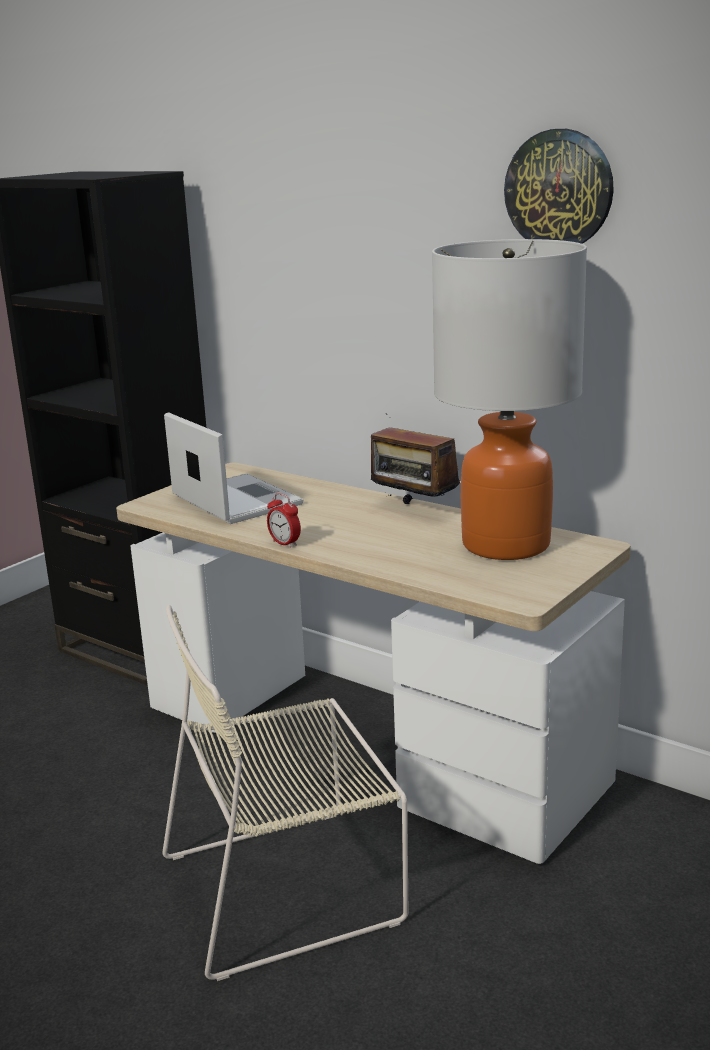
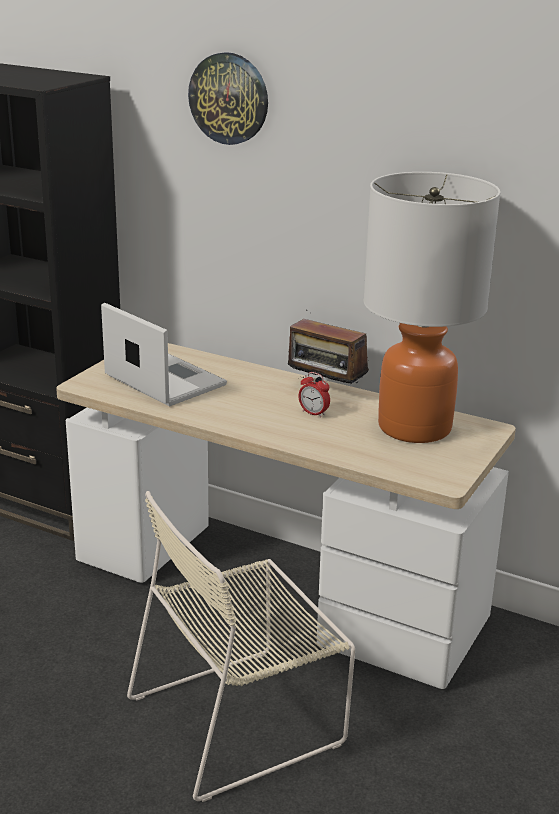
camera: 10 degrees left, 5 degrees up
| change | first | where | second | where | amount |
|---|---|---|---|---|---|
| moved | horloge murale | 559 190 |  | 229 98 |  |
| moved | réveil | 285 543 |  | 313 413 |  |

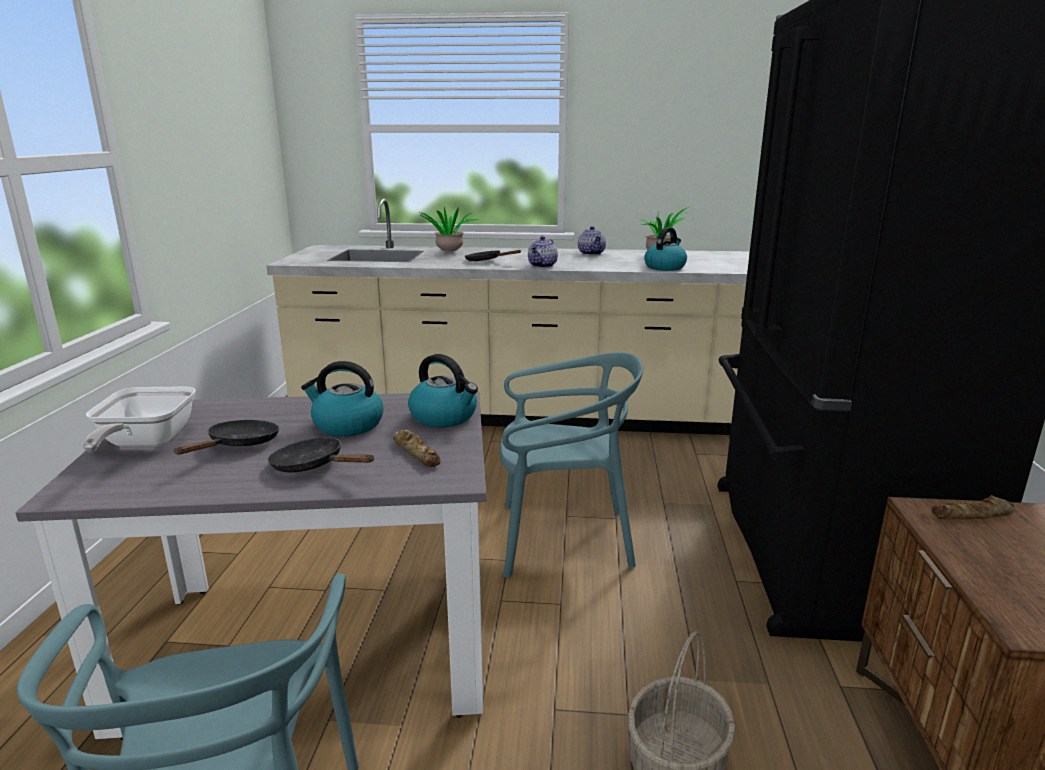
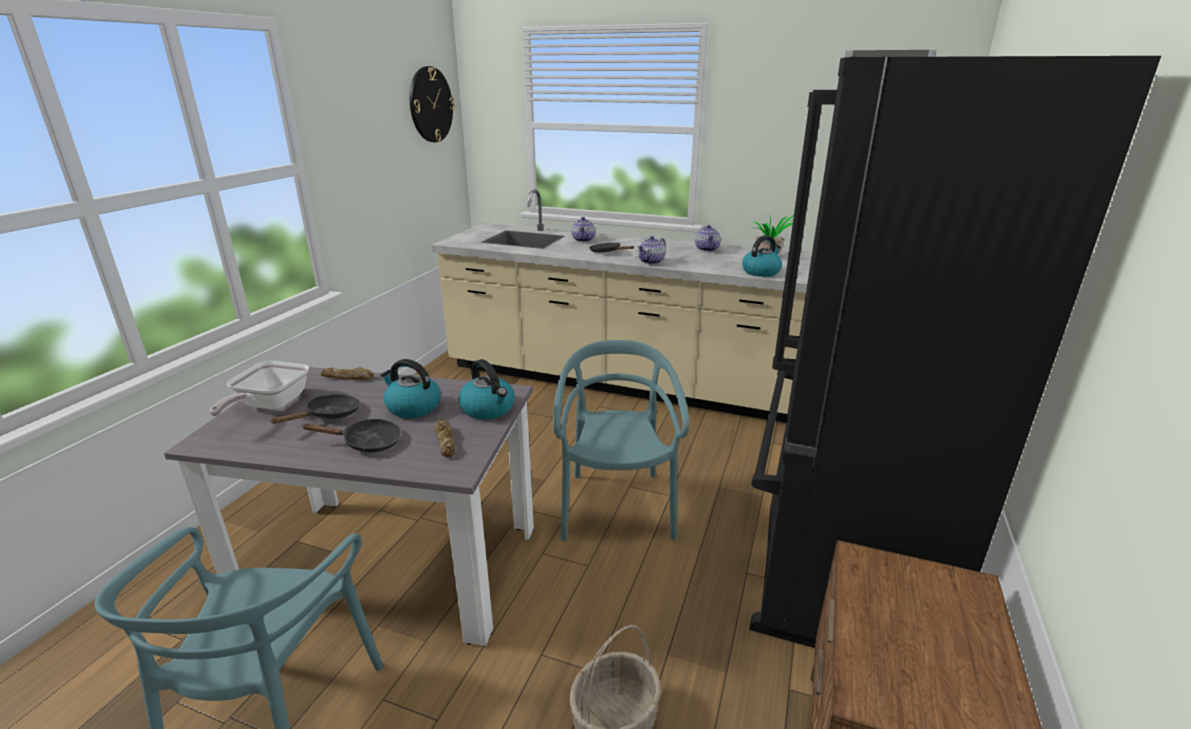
camera: 15 degrees right, 5 degrees up
| change | first | where | second | where | amount |
|---|---|---|---|---|---|
| replaced | plante en pot | 449 253 | théière | 584 240 |  |
| turned | chaise (turquoise) | 563 539 |  | 616 507 | 105 degrees counterclockwise |
| turned | poêle (noir) | 313 466 |  | 366 443 | 135 degrees clockwise |
| moved | pain | 973 515 |  | 348 377 |  |
| added |  |  | horloge murale | 430 105 |  |

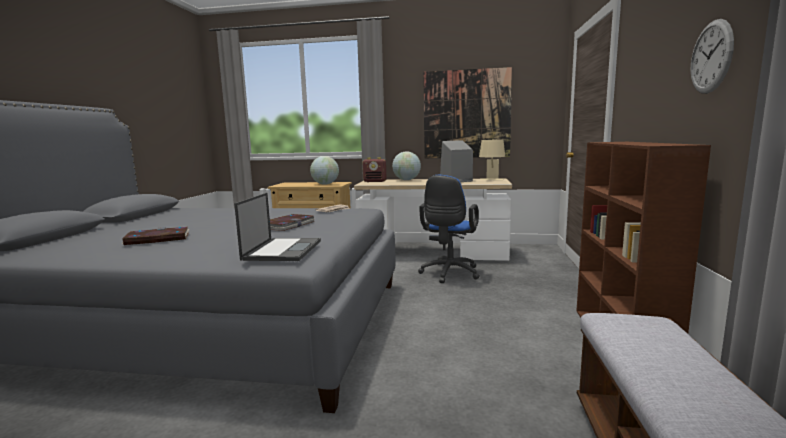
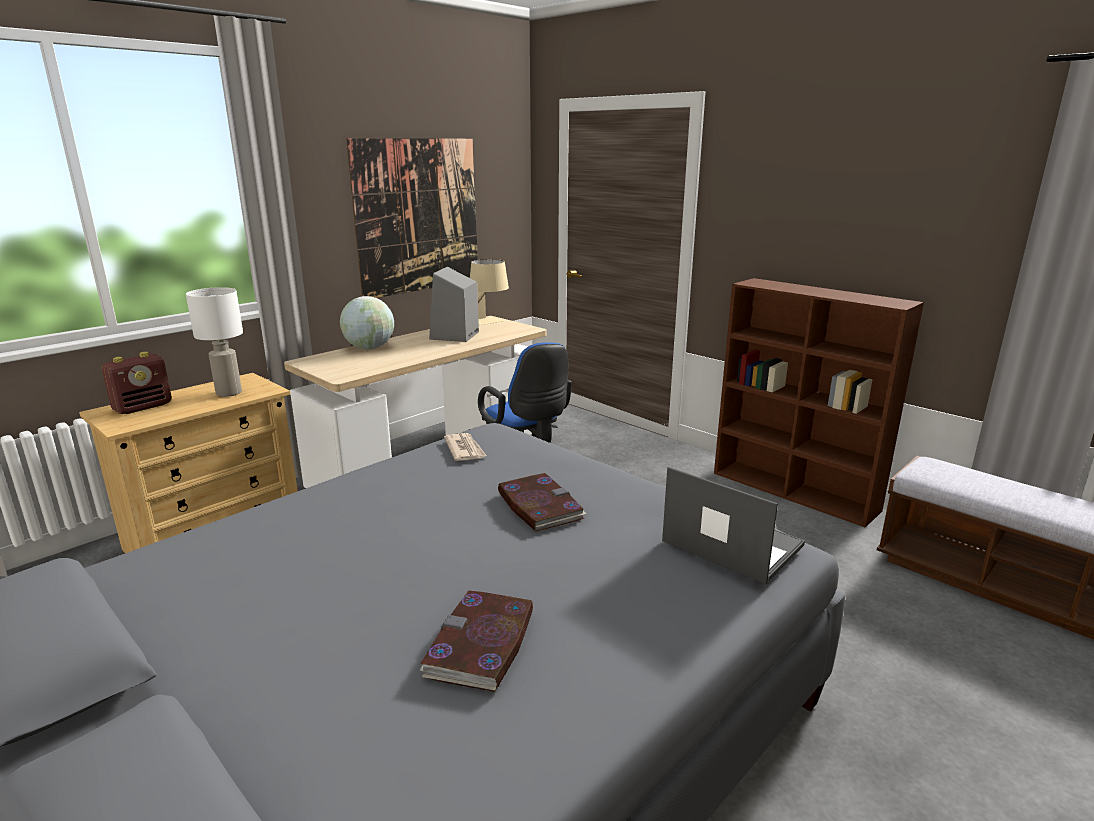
camera: 55 degrees left, 10 degrees up
| change | first | where | second | where | amount |
|---|---|---|---|---|---|
| removed | horloge murale | 711 57 |  |  |  |
| replaced | globe | 325 184 | lampe de table (blanc) | 229 393 |  |
| moved | radio | 375 181 |  | 143 407 |  |

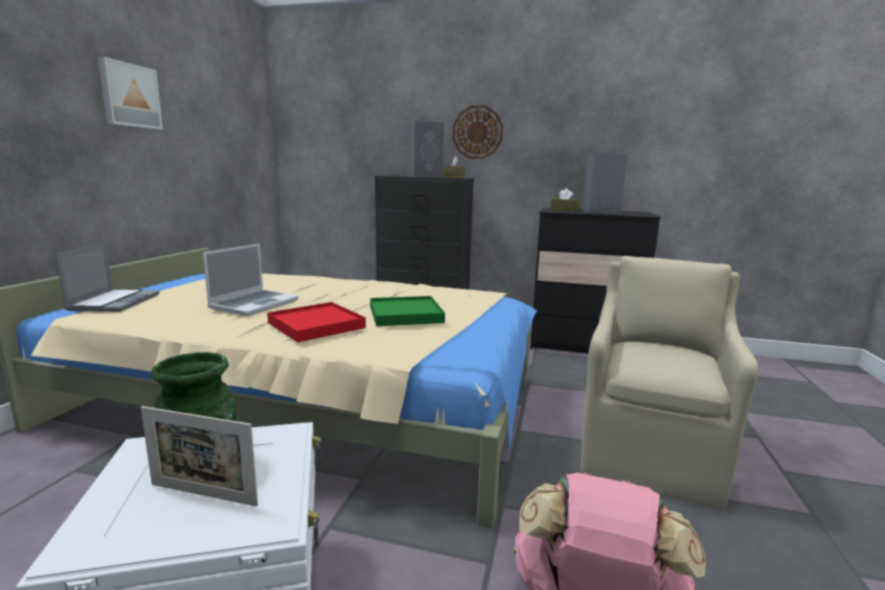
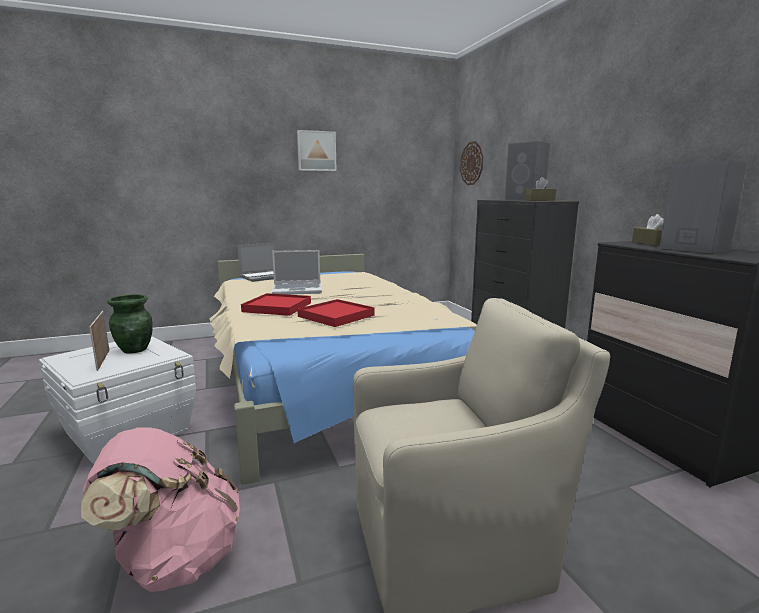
camera: 55 degrees right, 0 degrees up
| change | first | where | second | where | amount |
|---|---|---|---|---|---|
| moved | horloge murale | 477 132 |  | 472 163 |  |
| recoloured | plateau (vert) | 405 314 | plateau (rouge) | 336 316 |  |

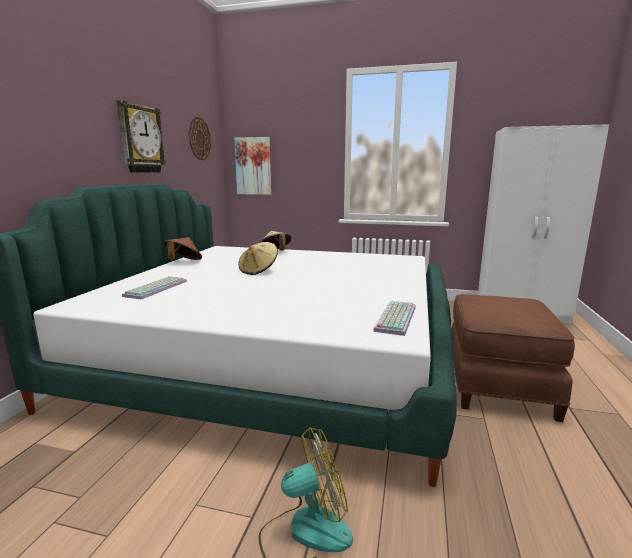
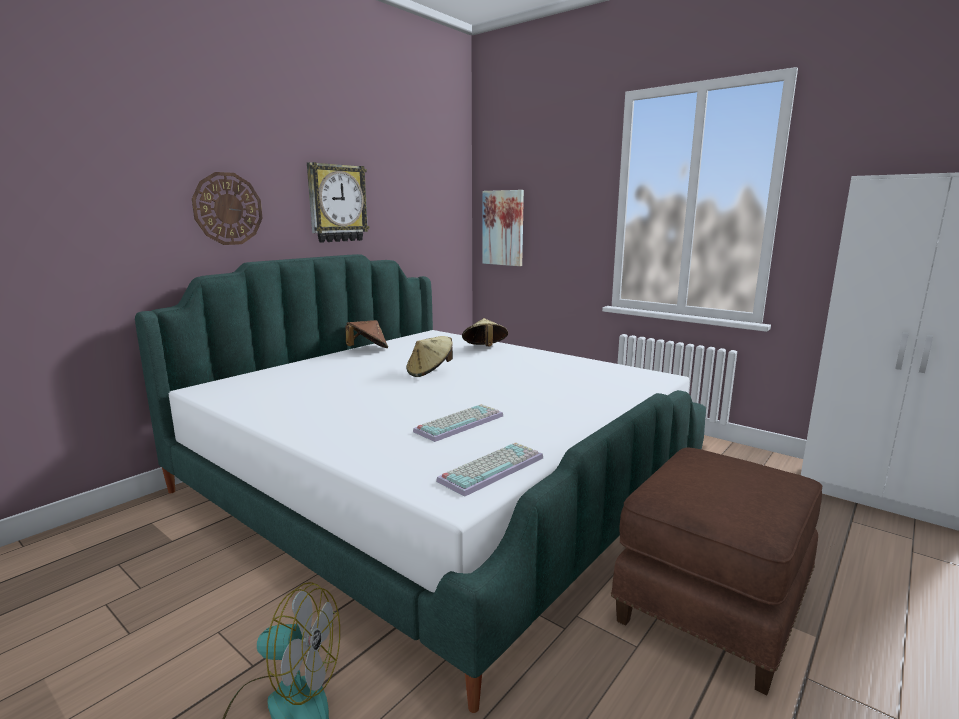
camera: 25 degrees right, 0 degrees up
| change | first | where | second | where | amount |
|---|---|---|---|---|---|
| moved | horloge murale | 199 139 |  | 228 209 |  |
| moved | clavier | 156 288 |  | 459 423 |  |

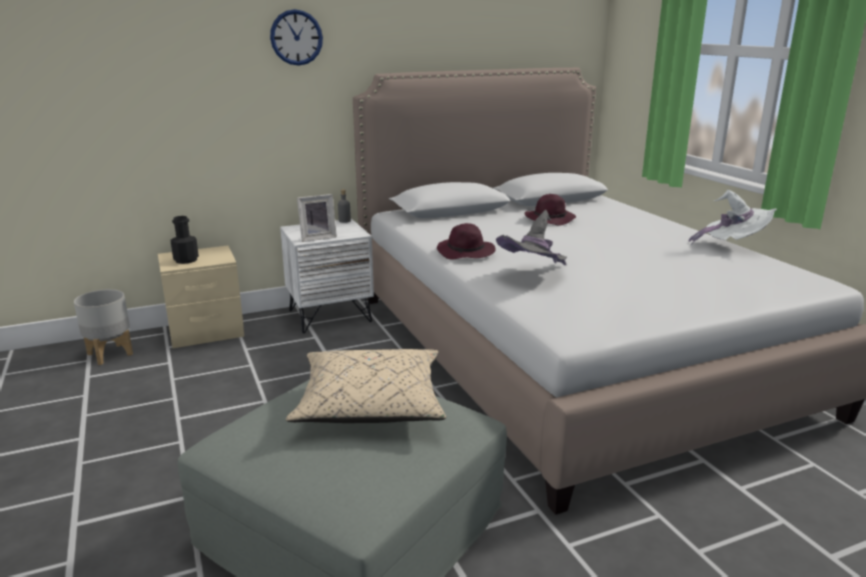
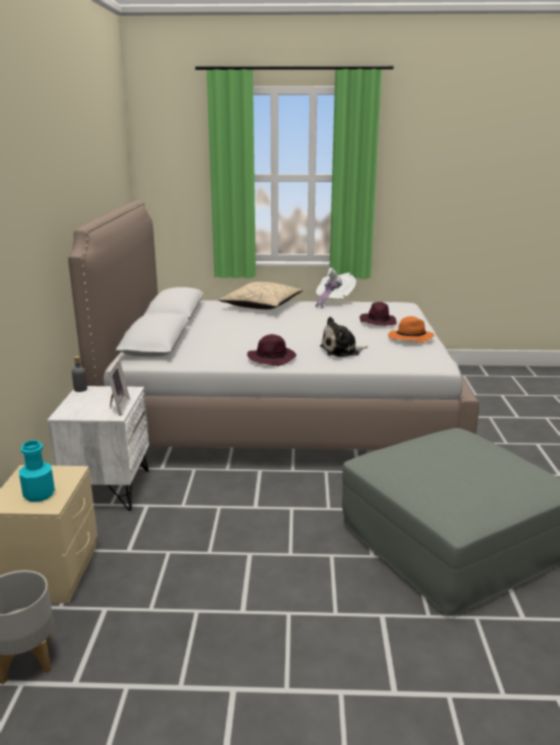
camera: 65 degrees left, 0 degrees up
| change | first | where | second | where | amount |
|---|---|---|---|---|---|
| removed | horloge murale | 296 37 |  |  |  |
| moved | chapeau (violet) | 550 219 |  | 378 322 |  |
| replaced | chapeau (gris) | 534 275 | peluche | 342 351 |  |
| recoloured | bouteille (noir) | 186 260 | bouteille (turquoise) | 39 494 |  |
| moved | coussin (beige) | 370 404 |  | 261 306 |  |
| added |  |  | chapeau (orange) | 409 338 |  |

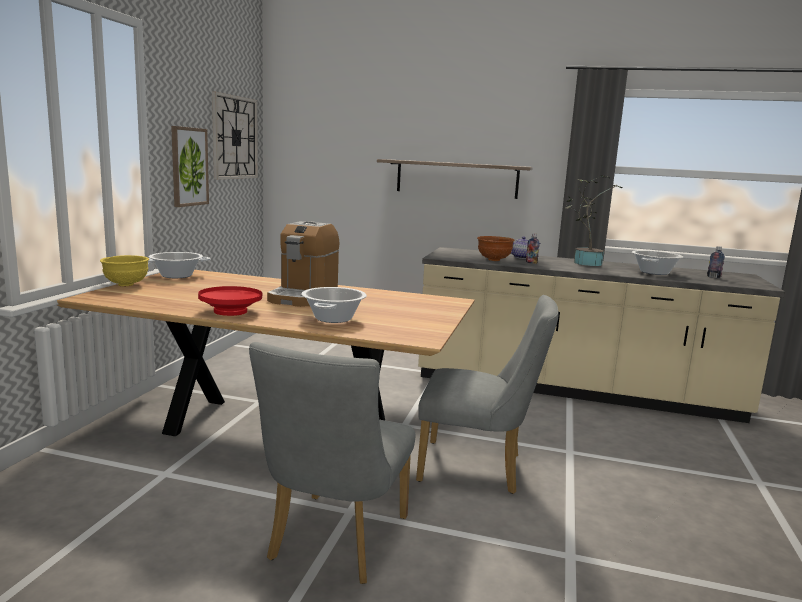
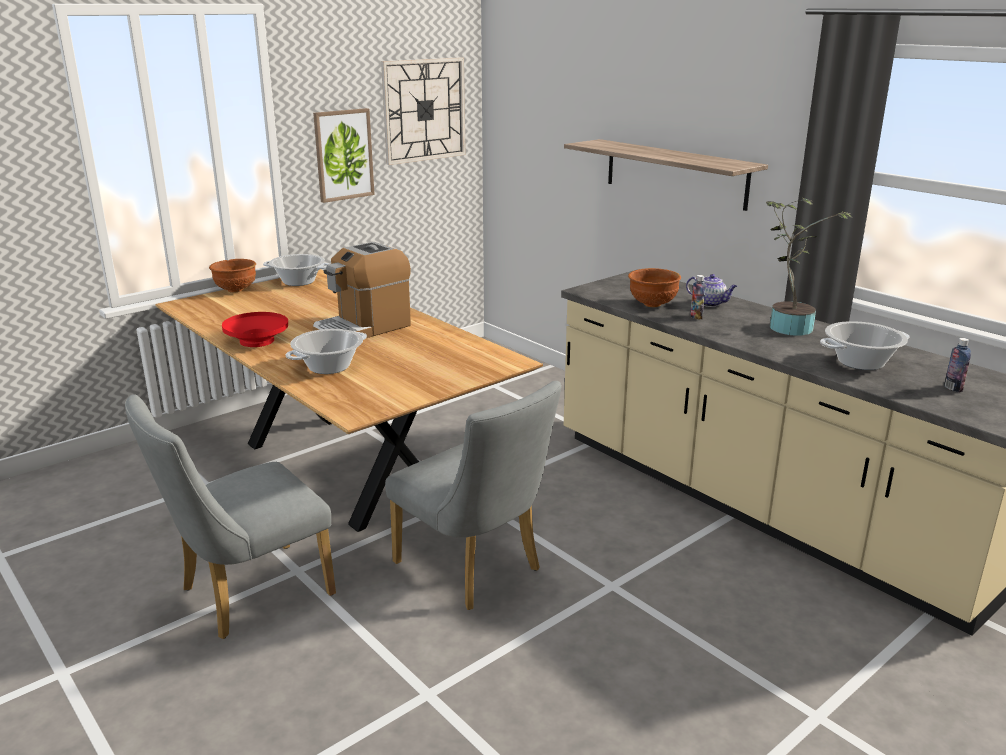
camera: 35 degrees right, 10 degrees up
| change | first | where | second | where | amount |
|---|---|---|---|---|---|
| recoloured | bol (jaune) | 125 284 | bol (marron) | 235 290 |  |

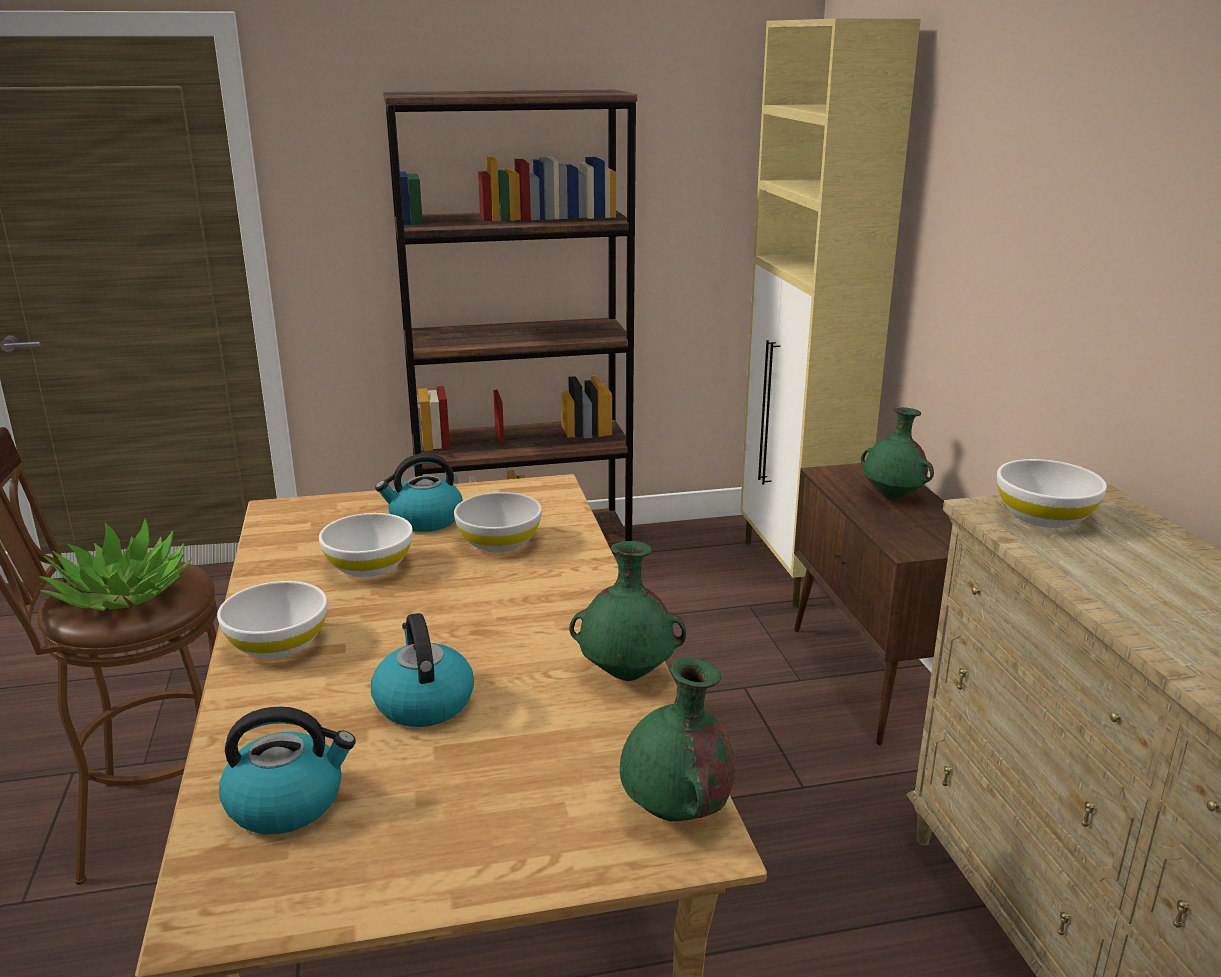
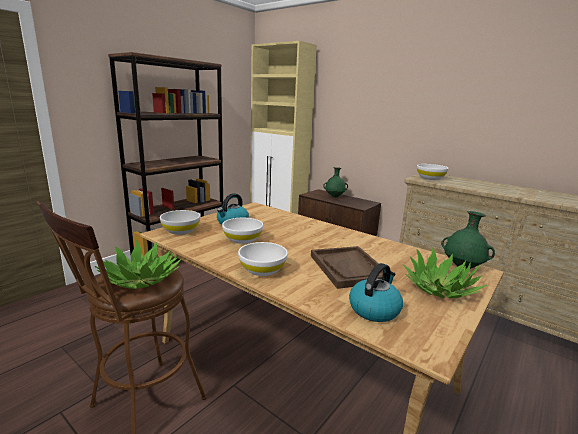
camera: 40 degrees left, 5 degrees down
| change | first | where | second | where | amount |
|---|---|---|---|---|---|
| moved | bol (blanc) | 499 542 |  | 181 231 |  |
| removed | vase (vert) | 628 674 |  |  |  |
| replaced | bouilloire | 423 702 | plateau (marron) | 348 268 |  |
| added |  |  | plante en pot | 439 288 |  |

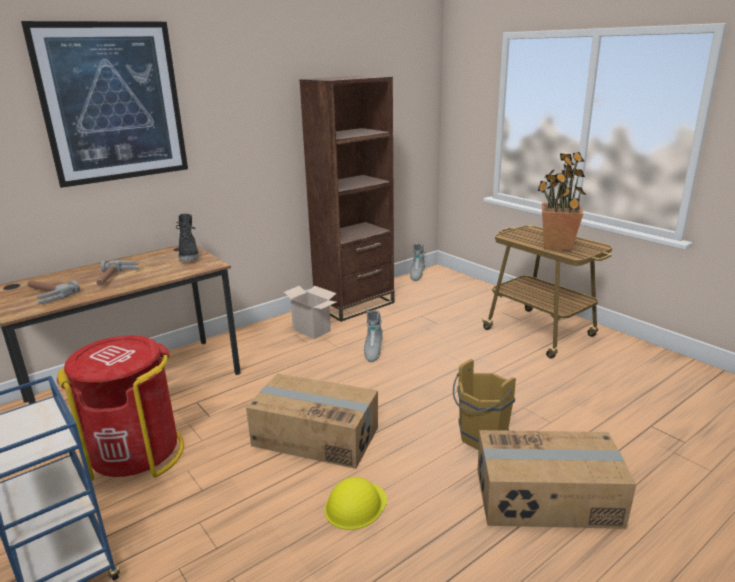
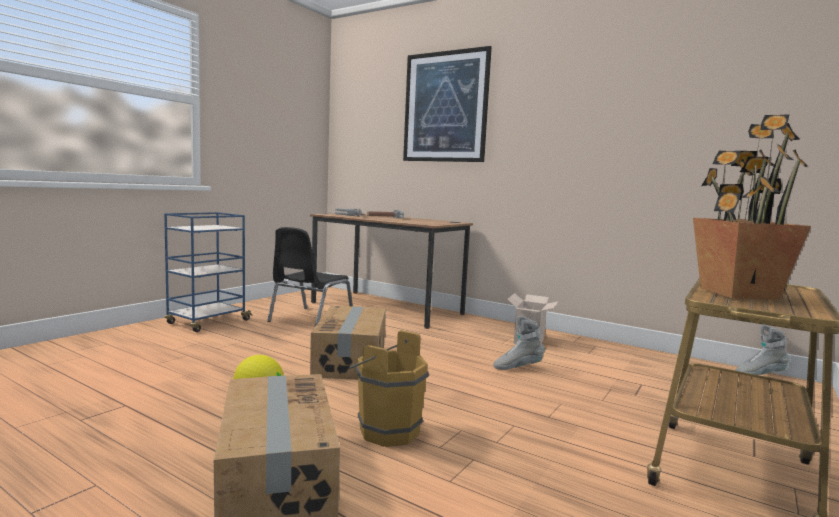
camera: 70 degrees right, 15 degrees down
| change | first | where | second | where | amount |
|---|---|---|---|---|---|
| removed | bibliothèque (marron) | 354 304 |  |  |  |
| removed | botte (noir) | 189 256 |  |  |  |
| replaced | poubelle (rouge) | 136 454 | chaise (noir) | 309 319 |  |

